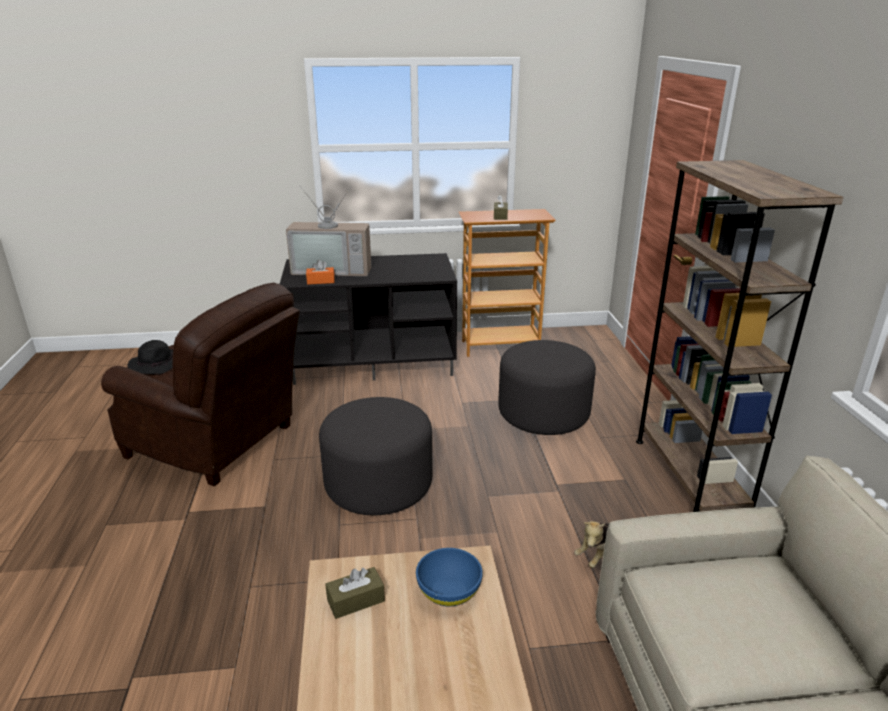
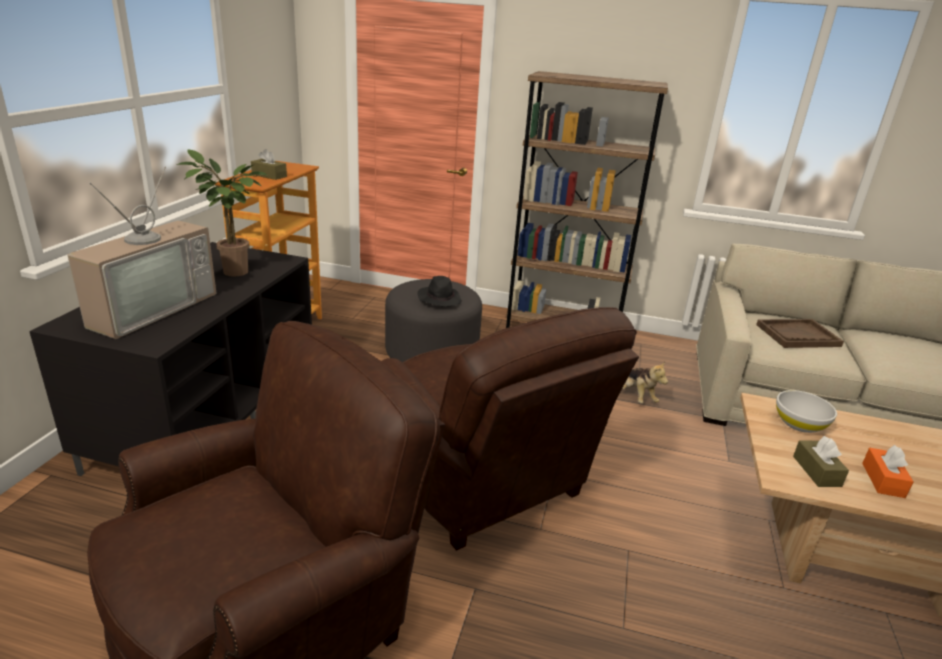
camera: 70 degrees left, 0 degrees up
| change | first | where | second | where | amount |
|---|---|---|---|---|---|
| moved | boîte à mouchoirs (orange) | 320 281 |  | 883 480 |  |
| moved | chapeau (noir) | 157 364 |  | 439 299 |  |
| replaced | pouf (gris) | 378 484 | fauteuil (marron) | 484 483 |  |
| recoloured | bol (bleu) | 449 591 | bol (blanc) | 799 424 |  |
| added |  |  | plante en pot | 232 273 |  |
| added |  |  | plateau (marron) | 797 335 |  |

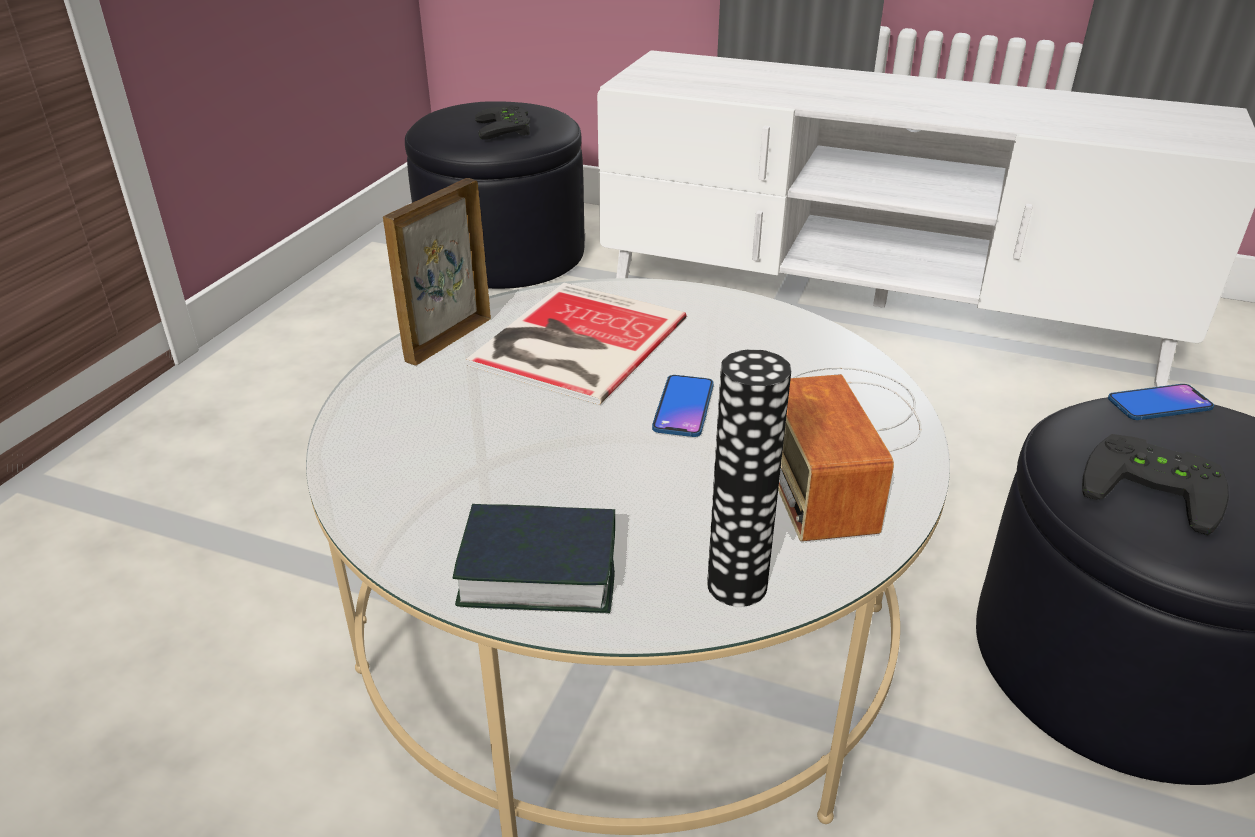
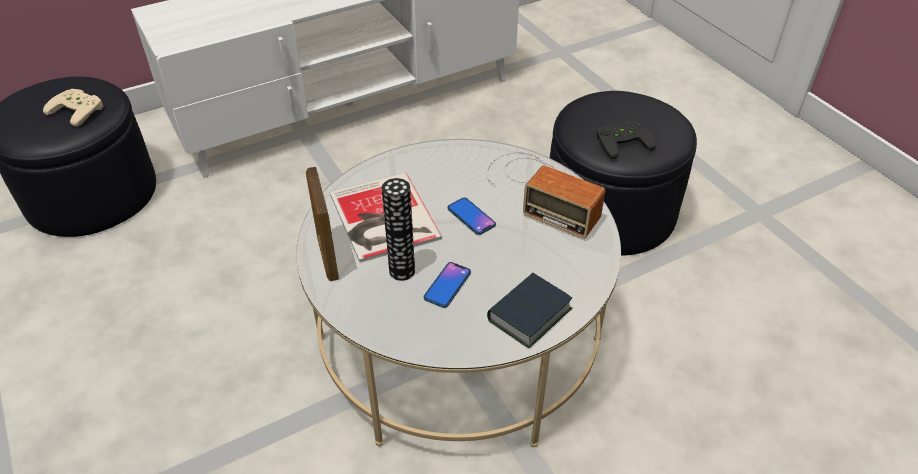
camera: 50 degrees left, 10 degrees up
| change | first | where | second | where | amount |
|---|---|---|---|---|---|
| recoloured | manette (noir) | 508 129 | manette (beige) | 79 109 |  |
| moved | vase | 737 585 |  | 402 271 |  |
| moved | téléphone | 1159 404 |  | 447 285 |  |

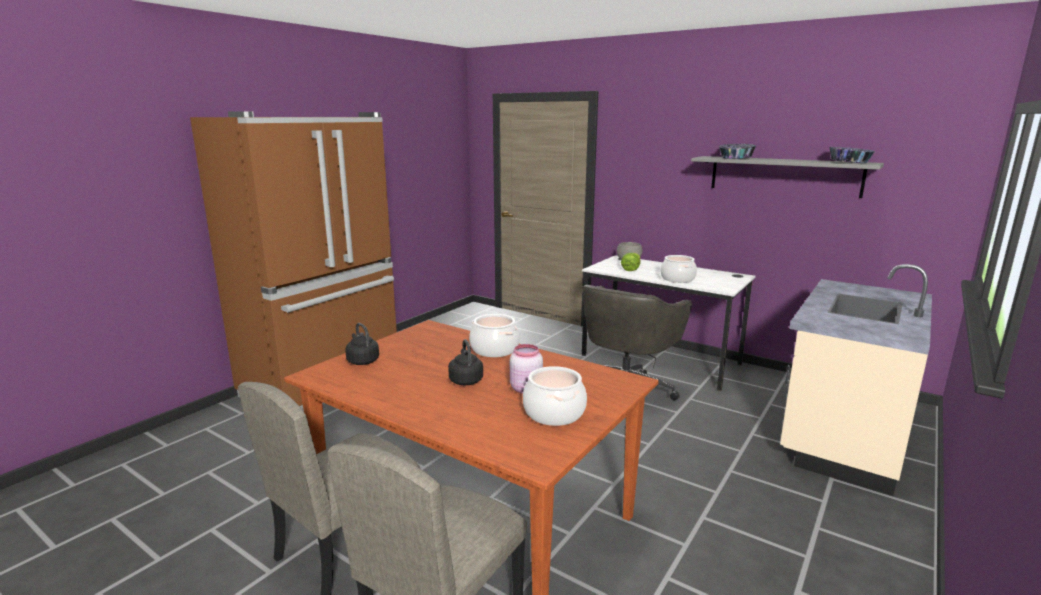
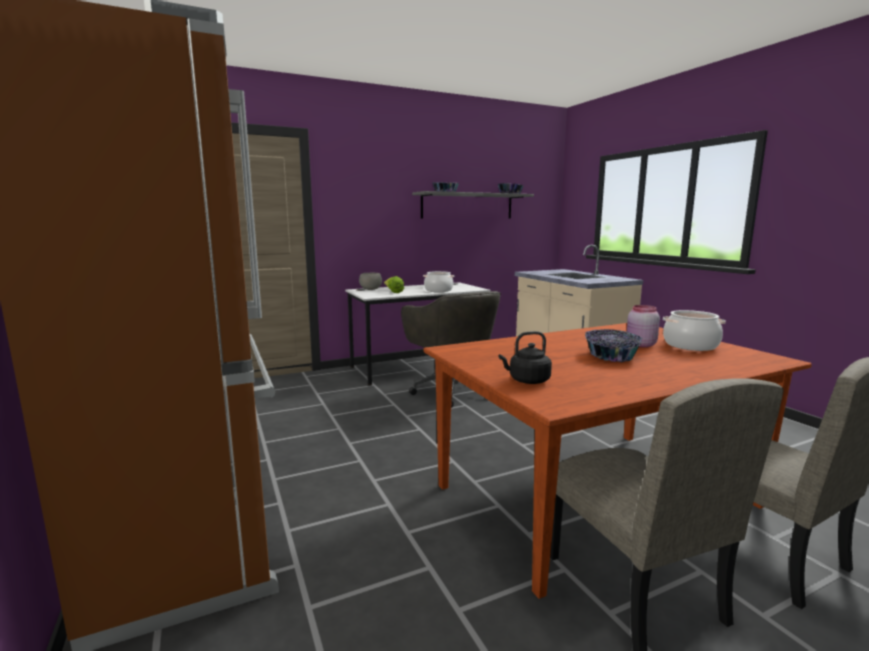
camera: 60 degrees left, 5 degrees down
| change | first | where | second | where | amount |
|---|---|---|---|---|---|
| removed | marmite | 494 349 |  |  |  |
| replaced | bouilloire (noir) | 465 380 | bol | 611 356 |  |

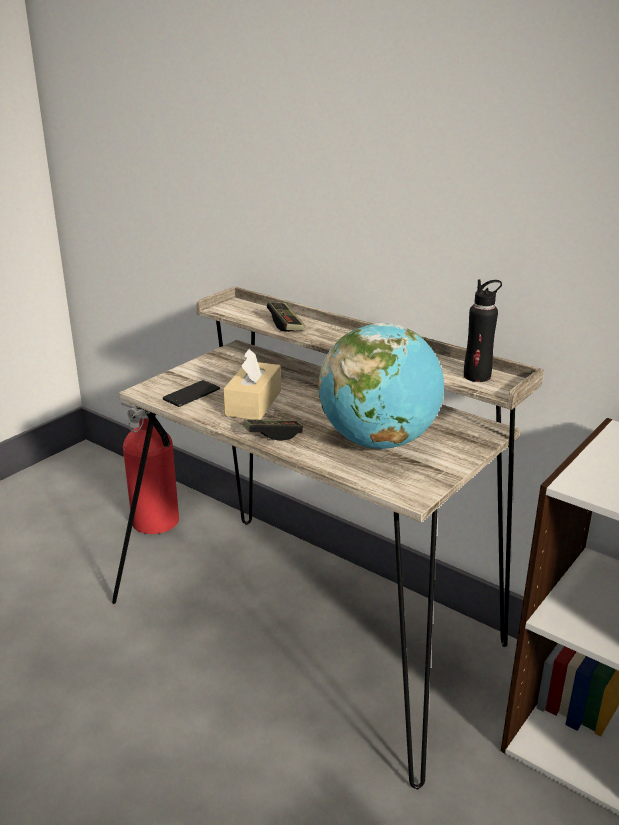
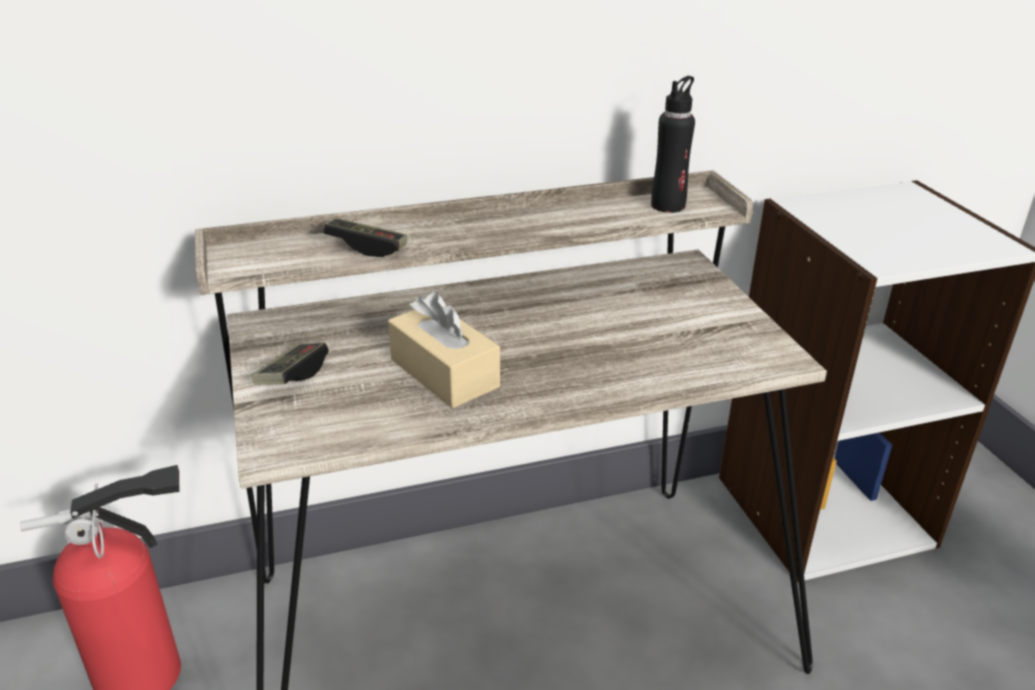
camera: 55 degrees left, 5 degrees up
| change | first | where | second | where | amount |
|---|---|---|---|---|---|
| removed | globe | 379 442 |  |  |  |
| removed | téléphone | 191 394 |  |  |  |
| moved | manette | 273 435 |  | 292 376 |  |

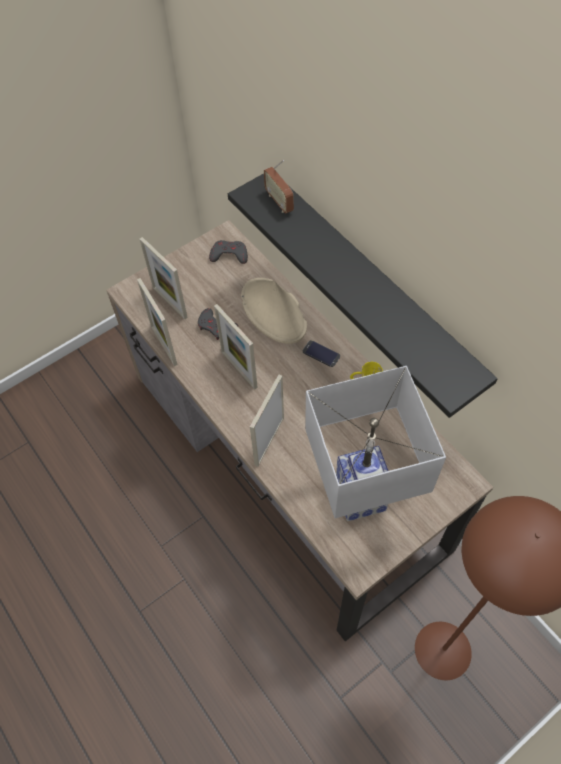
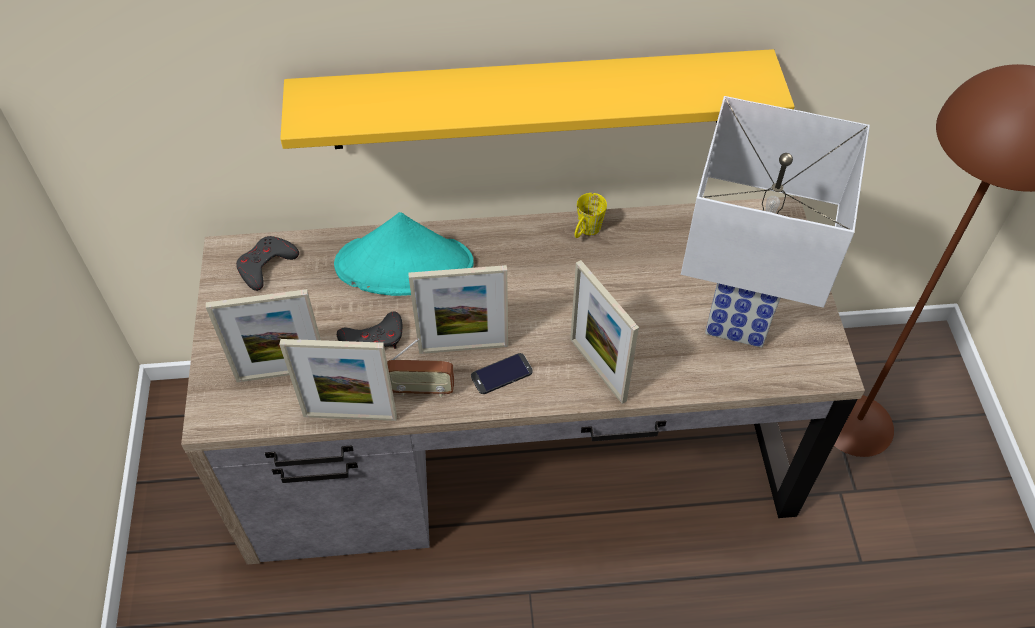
camera: 60 degrees left, 5 degrees down
| change | first | where | second | where | amount |
|---|---|---|---|---|---|
| moved | radio | 279 202 |  | 422 389 |  |
| recoloured | étagère (noir) | 370 284 | étagère (jaune) | 531 100 |  |
| recoloured | chapeau (beige) | 274 312 | chapeau (turquoise) | 405 265 |  |
| moved | téléphone | 321 353 |  | 501 374 |  |

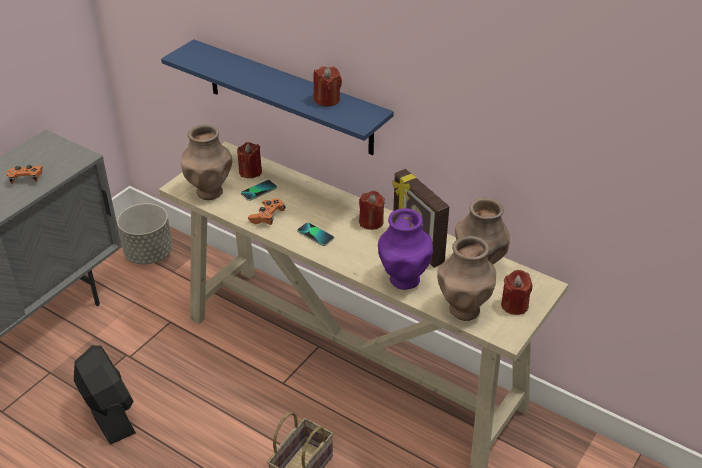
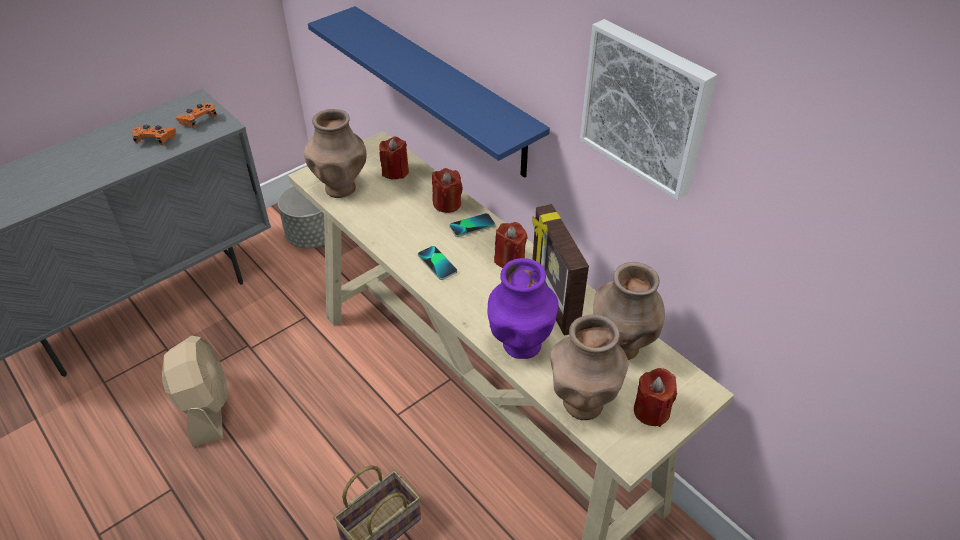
camera: 15 degrees right, 5 degrees up
| change | first | where | second | where | amount |
|---|---|---|---|---|---|
| moved | bougie (rouge) | 327 100 |  | 447 203 |  |
| moved | téléphone | 259 191 |  | 472 226 |  |
| moved | manette (orange) | 267 217 |  | 199 121 |  |
| recoloured | ventilateur (noir) | 109 412 | ventilateur (beige) | 206 407 |  |
| added |  |  | tableau | 646 107 |  |

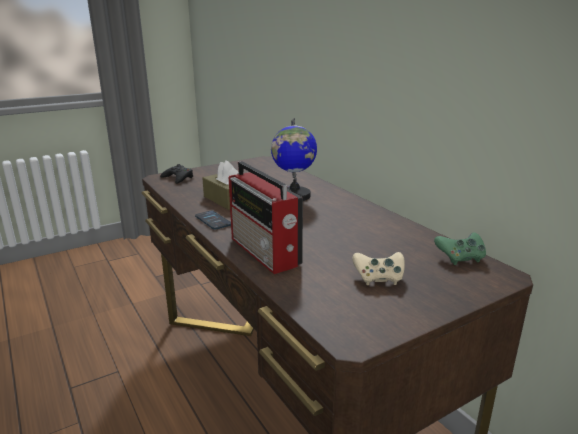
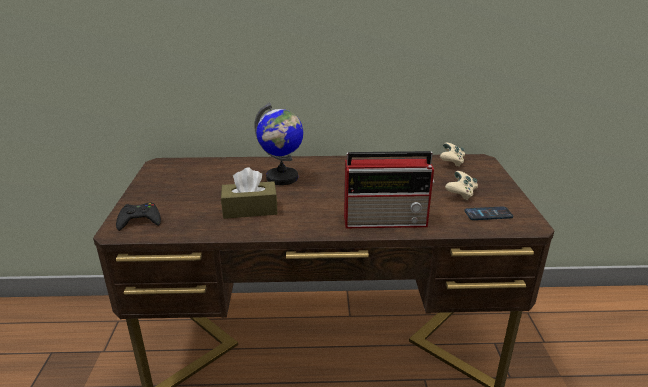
camera: 60 degrees left, 5 degrees up
| change | first | where | second | where | amount |
|---|---|---|---|---|---|
| moved | téléphone | 213 220 |  | 488 214 |  |
| recoloured | manette (vert) | 460 258 | manette (beige) | 451 162 |  |

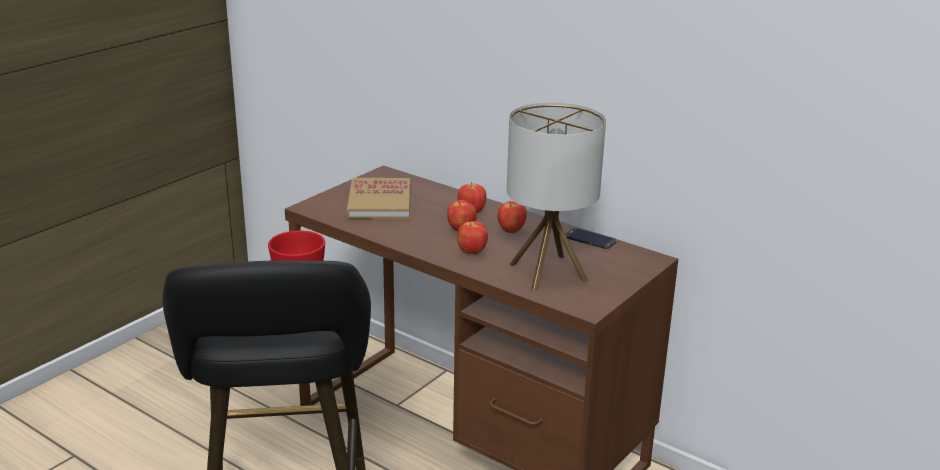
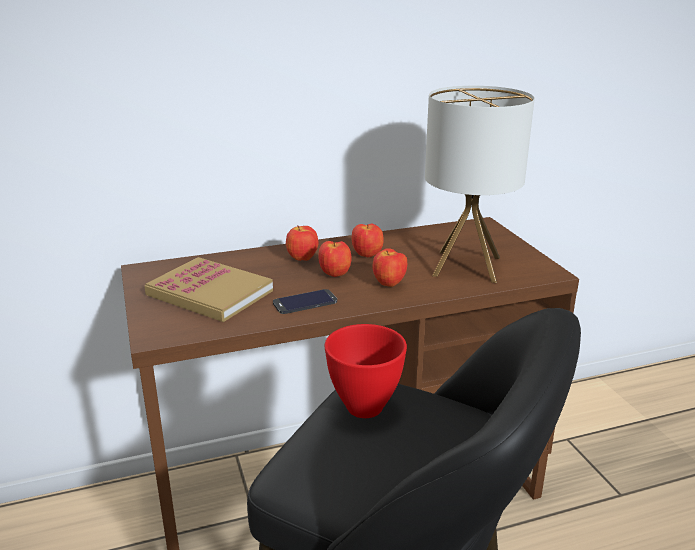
camera: 55 degrees left, 0 degrees up
| change | first | where | second | where | amount |
|---|---|---|---|---|---|
| moved | téléphone | 590 239 |  | 305 302 |  |

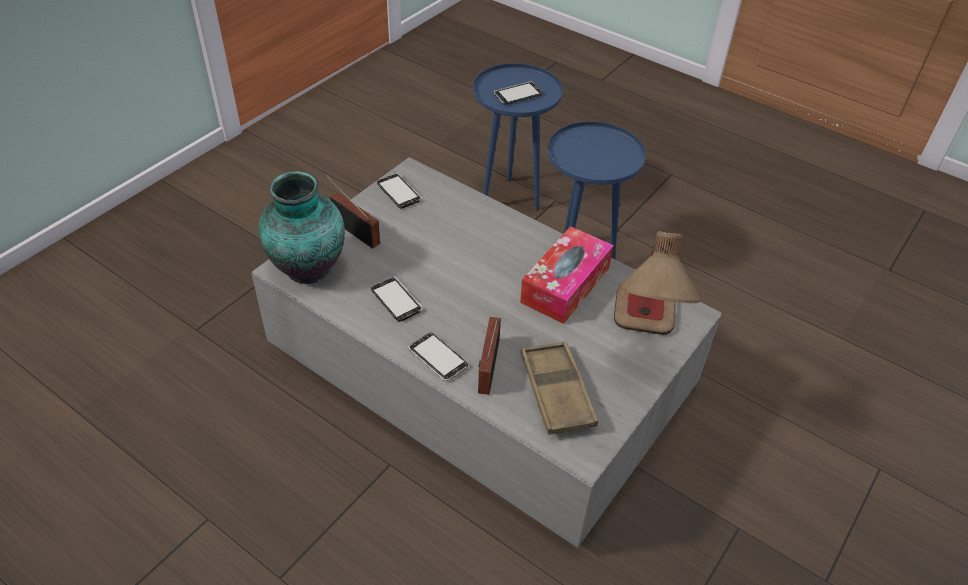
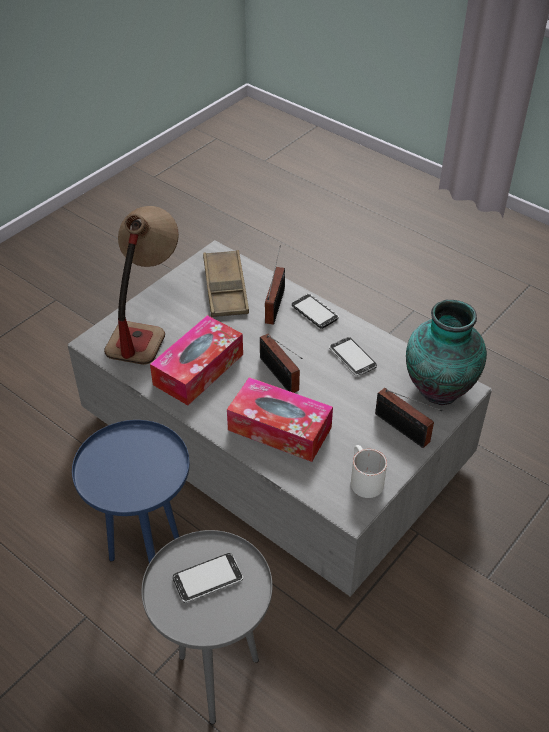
camera: 175 degrees left, 0 degrees up
| change | first | where | second | where | amount |
|---|---|---|---|---|---|
| recoloured | table d'appoint (bleu) | 510 198 | table d'appoint (gris) | 216 678 |  |
| replaced | téléphone | 399 192 | mug (blanc) | 363 480 |  |
| added |  |  | radio | 280 376 |  |
| added |  |  | boîte à mouchoirs | 279 429 |  |

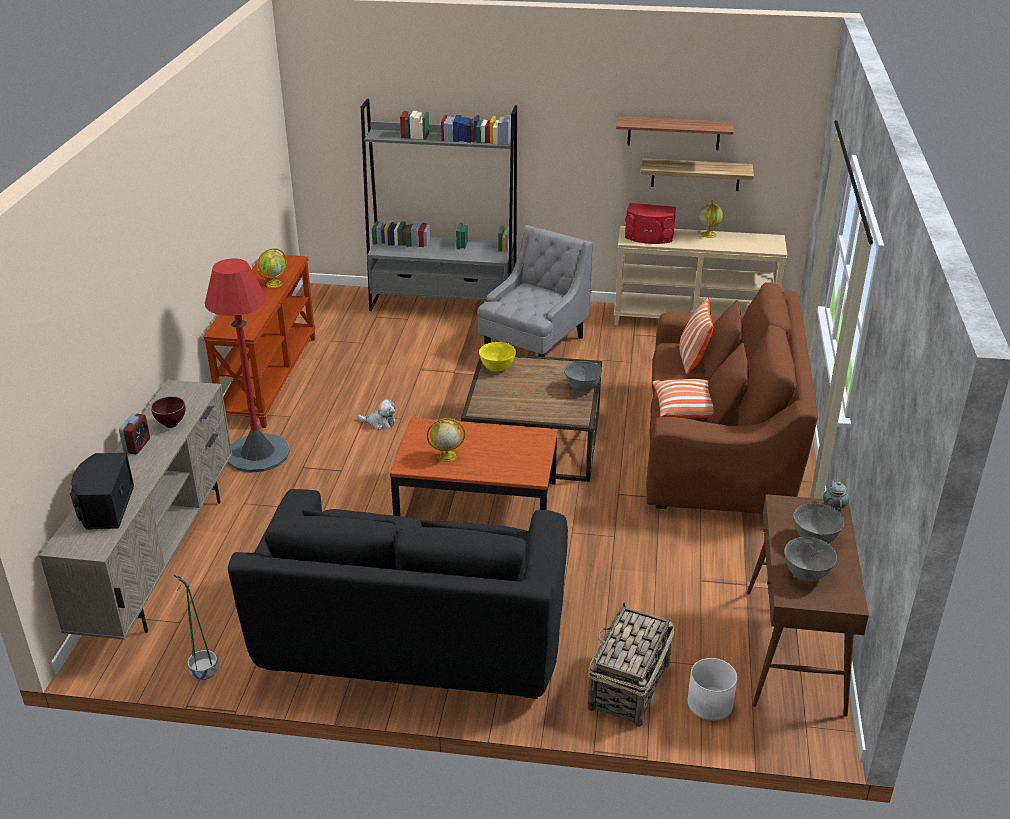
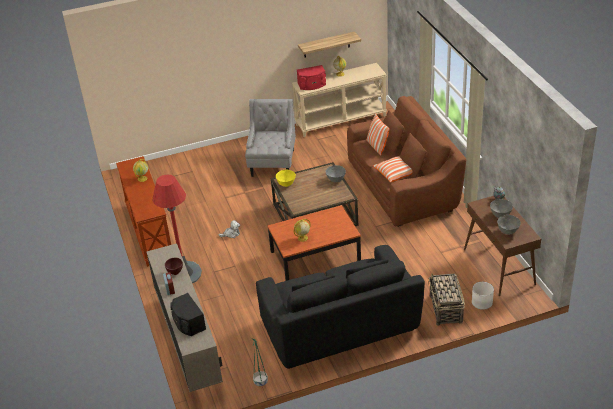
camera: 25 degrees left, 5 degrees up
| change | first | where | second | where | amount |
|---|---|---|---|---|---|
| removed | bibliothèque (gris) | 443 305 |  |  |  |
| removed | étagère | 673 133 |  |  |  |

